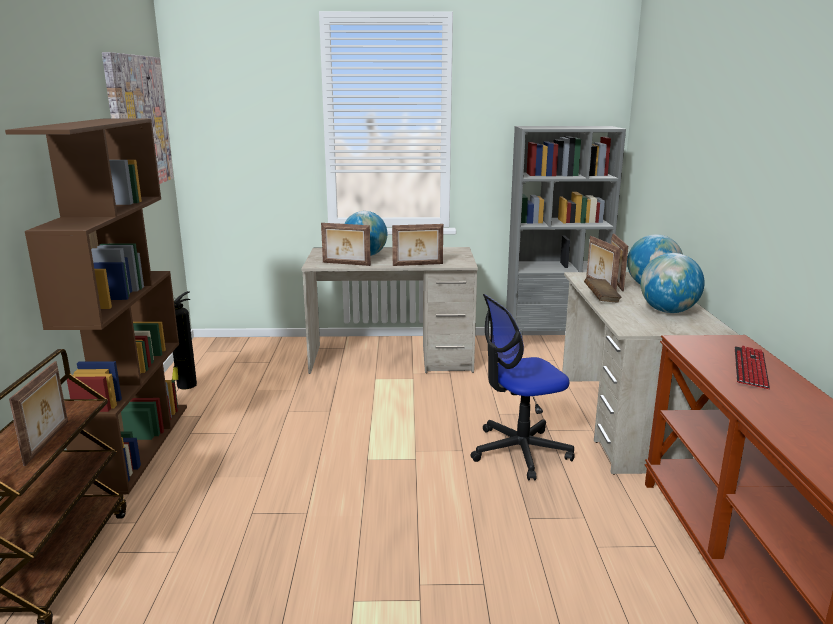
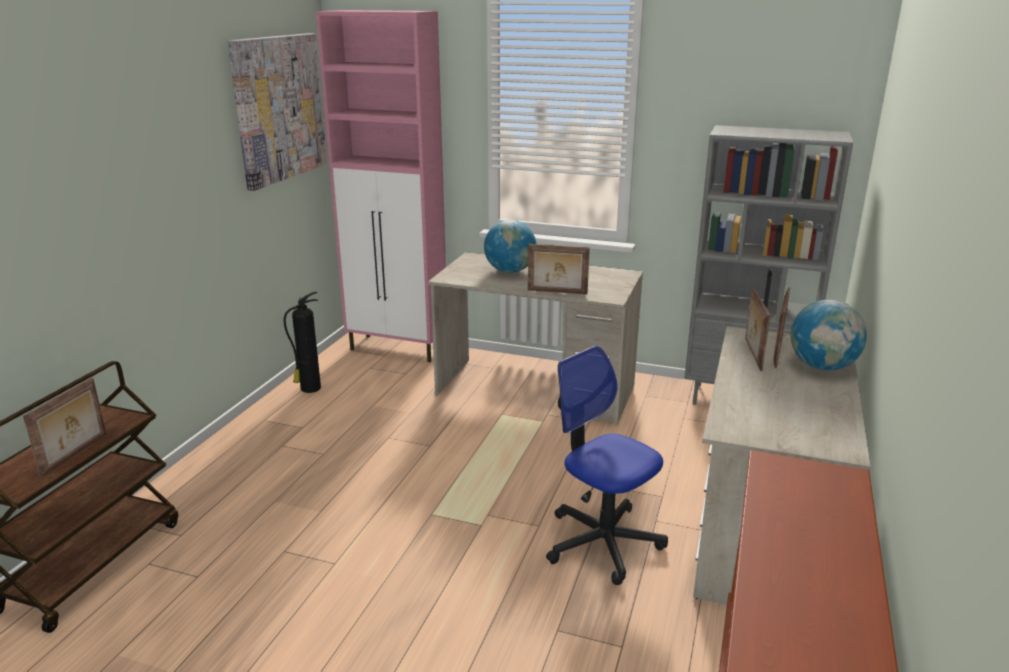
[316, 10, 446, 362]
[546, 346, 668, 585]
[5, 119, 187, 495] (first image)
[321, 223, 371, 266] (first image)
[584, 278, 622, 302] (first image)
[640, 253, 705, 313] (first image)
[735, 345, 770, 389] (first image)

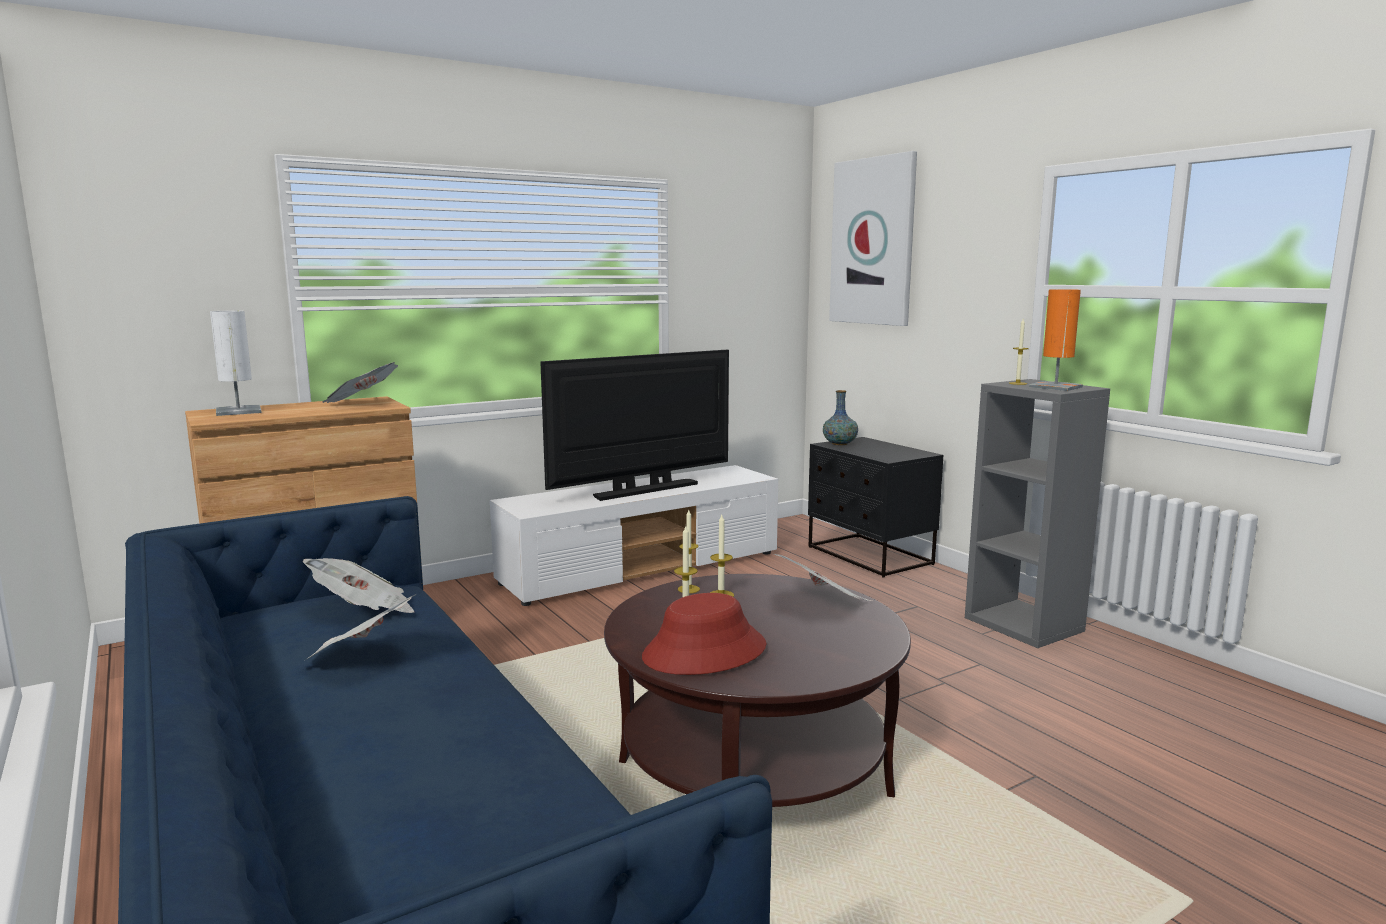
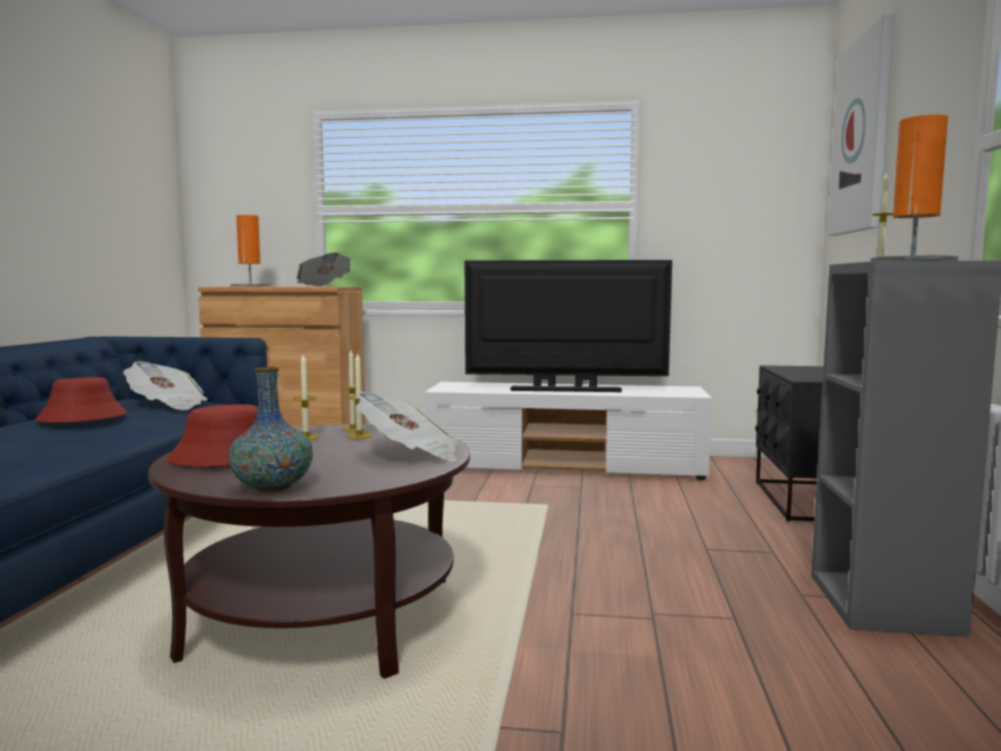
[35, 377, 127, 423]
[229, 367, 313, 492]
[230, 215, 270, 286]

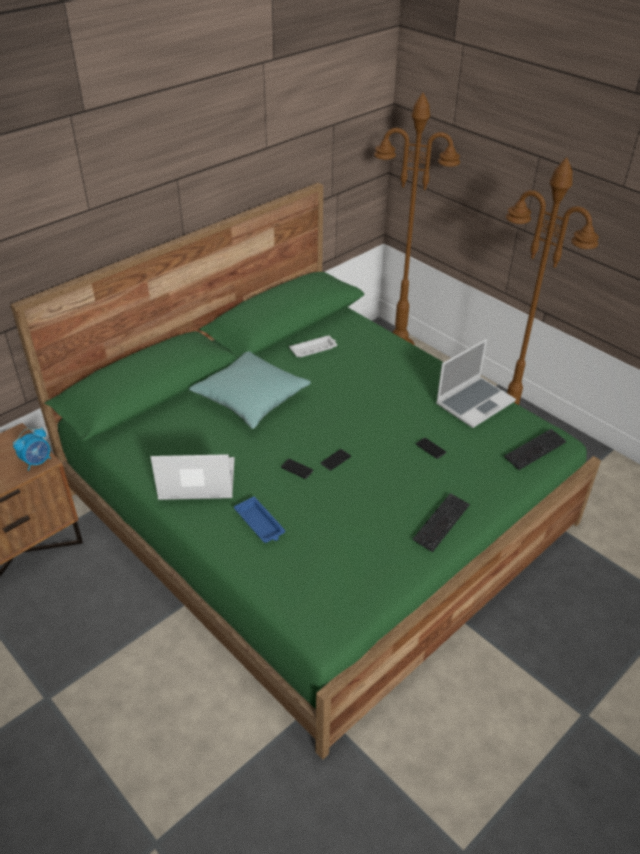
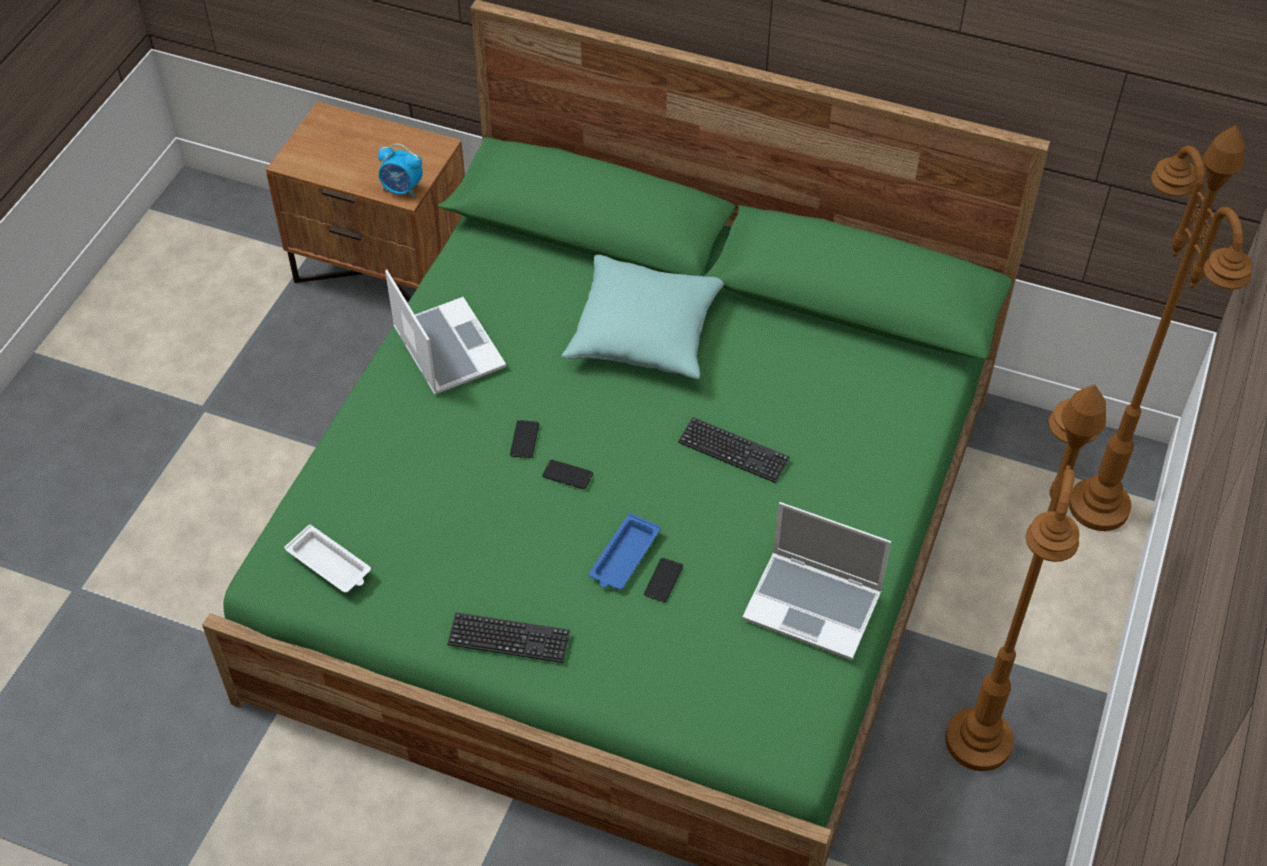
[284, 525, 371, 593]
[589, 513, 661, 590]
[678, 417, 790, 483]

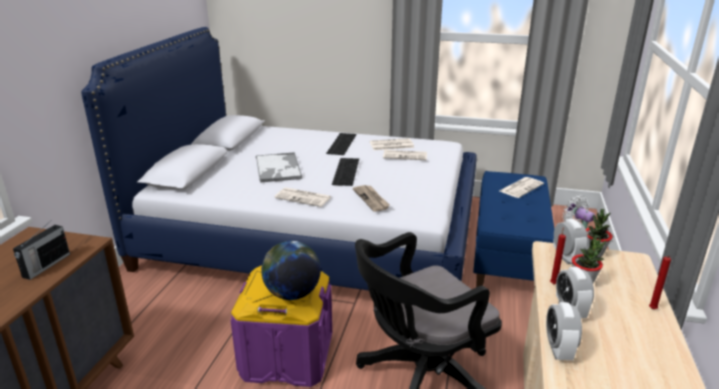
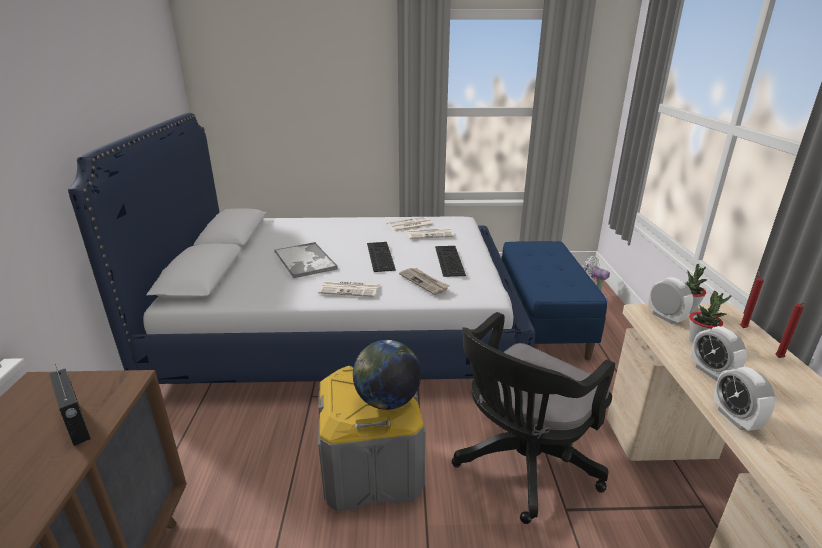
[49, 364, 91, 446]
[318, 366, 426, 511]
[435, 246, 466, 277]
[740, 271, 764, 328]
[500, 177, 544, 198] (first image)

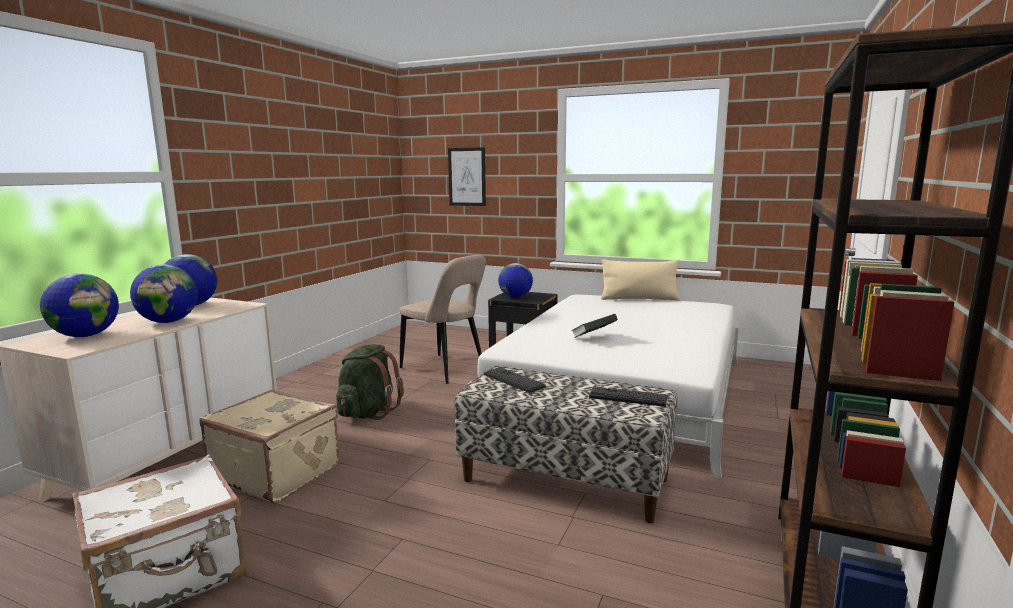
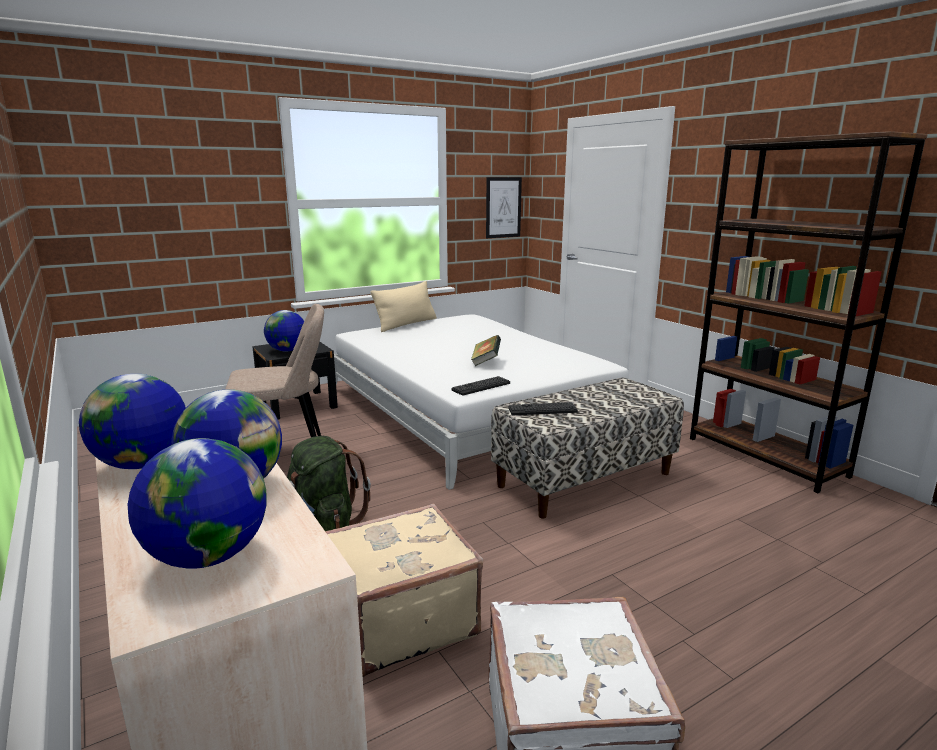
[452, 376, 510, 396]
[486, 177, 522, 238]

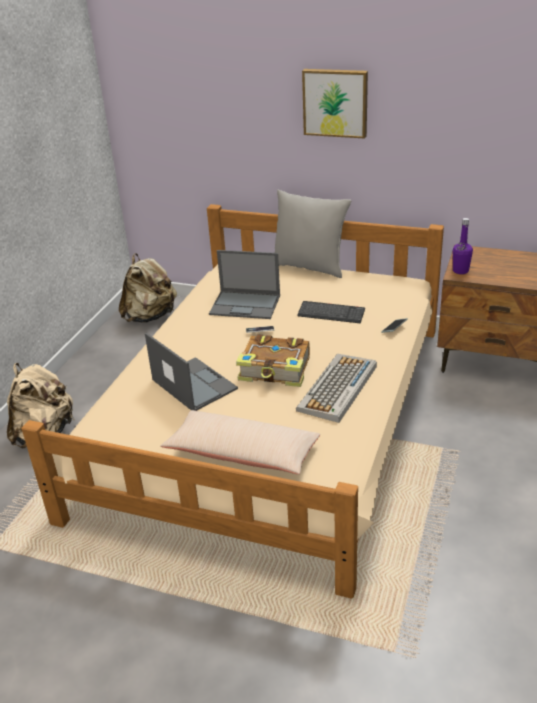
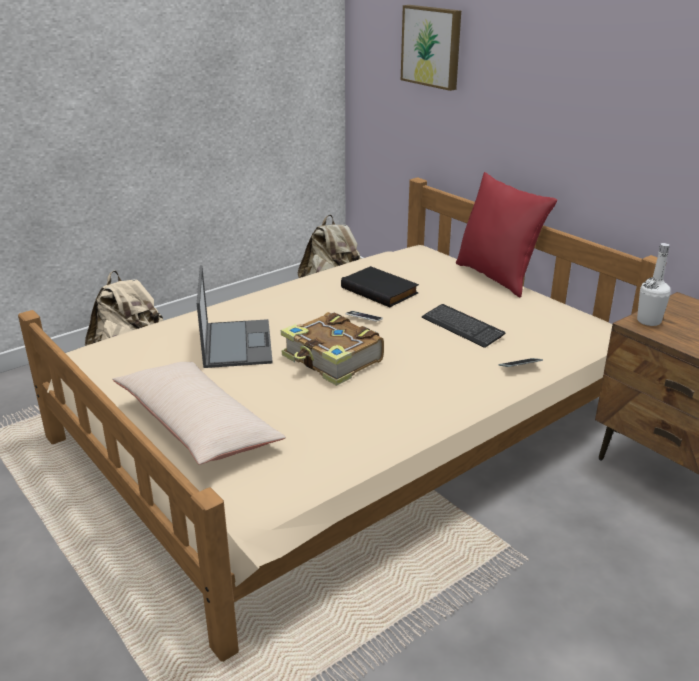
[341, 266, 419, 307]
[401, 5, 461, 91]
[456, 172, 557, 298]
[637, 243, 671, 326]
[296, 354, 377, 423] (first image)

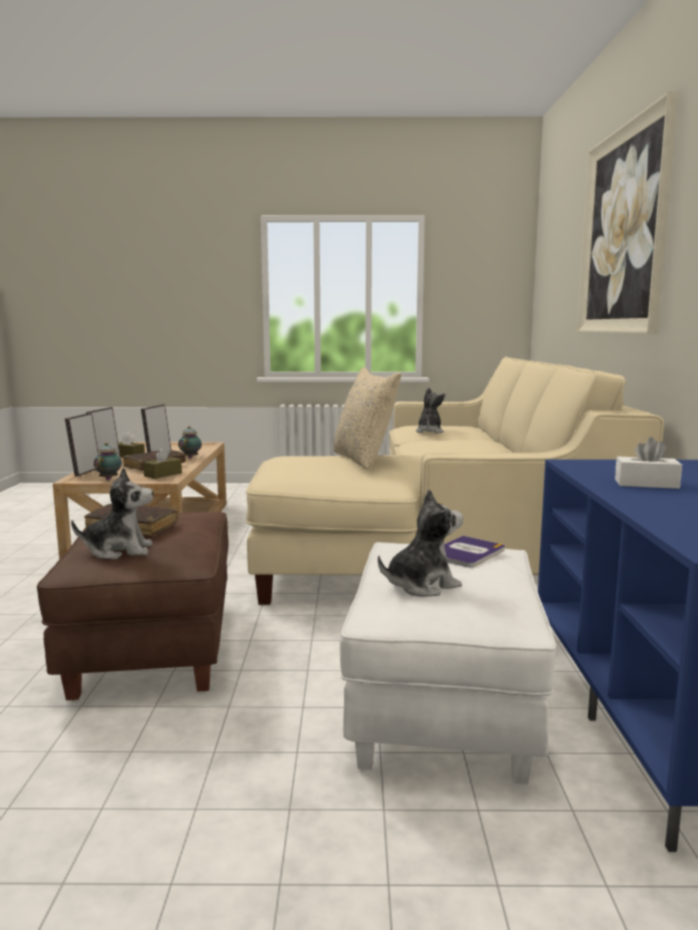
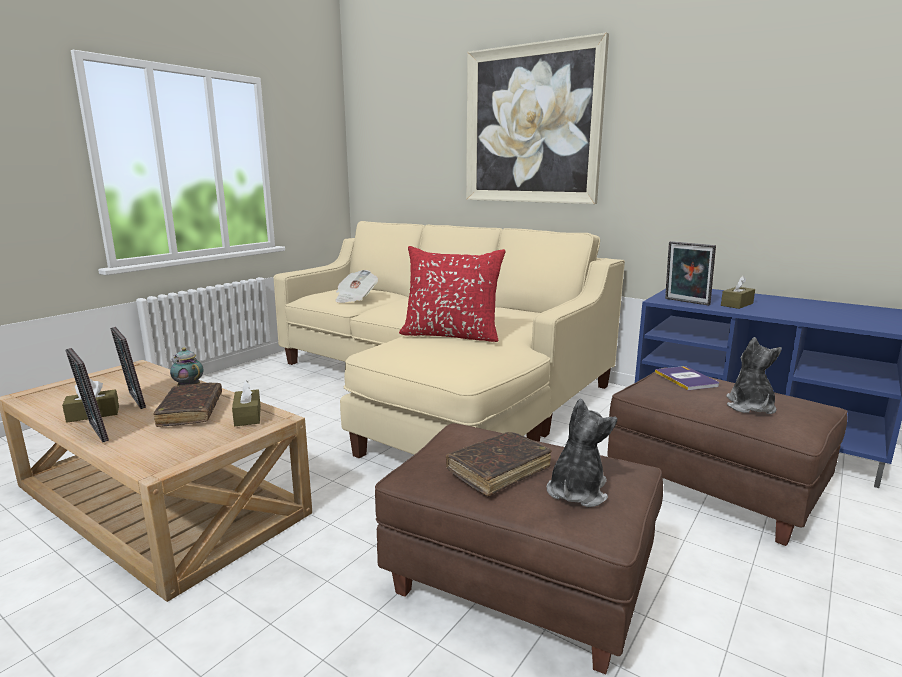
[335, 270, 378, 303]
[399, 246, 506, 342]
[608, 367, 848, 546]
[665, 241, 716, 306]
[721, 276, 755, 309]
[94, 442, 122, 480] (first image)

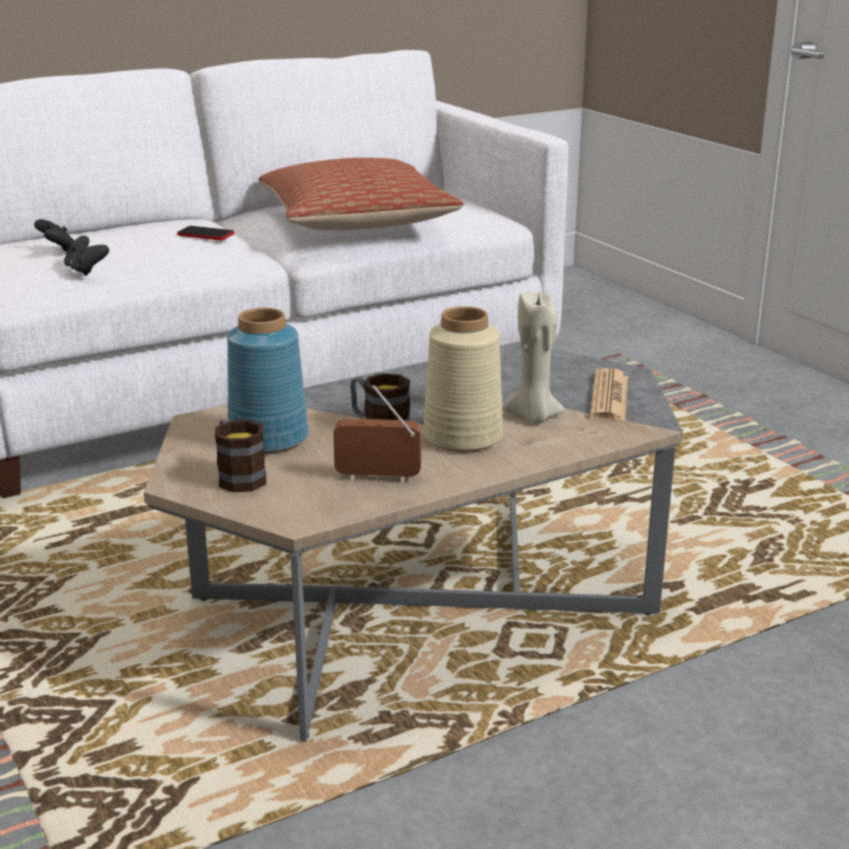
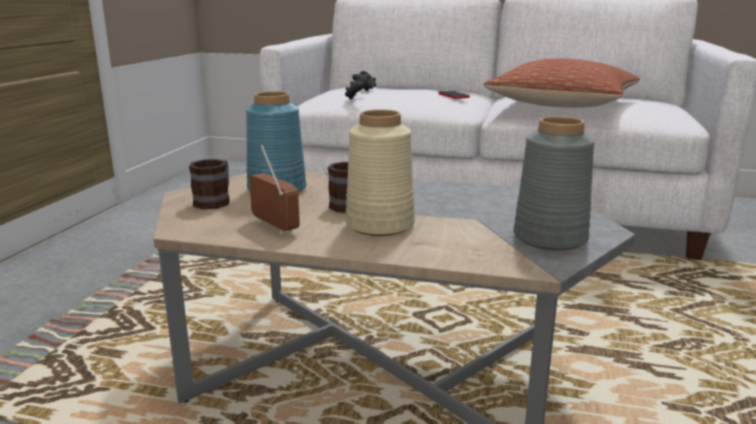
[513, 116, 594, 251]
[502, 292, 565, 423] (first image)

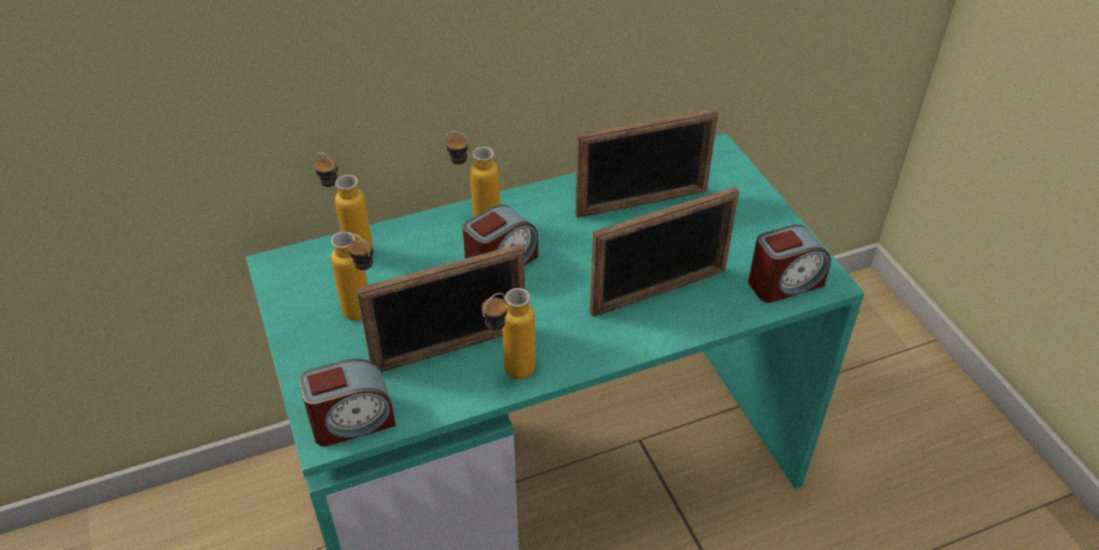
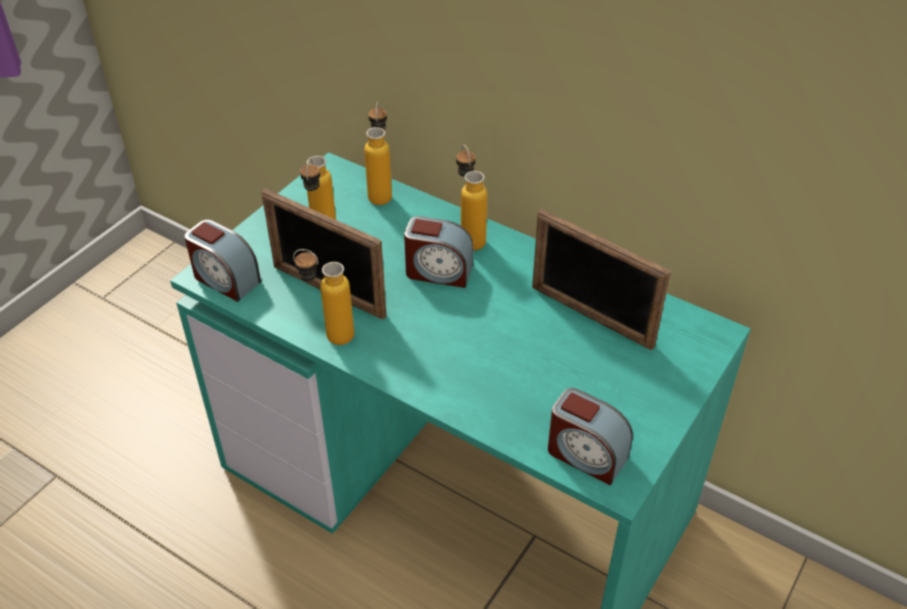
[590, 186, 739, 317] (first image)

